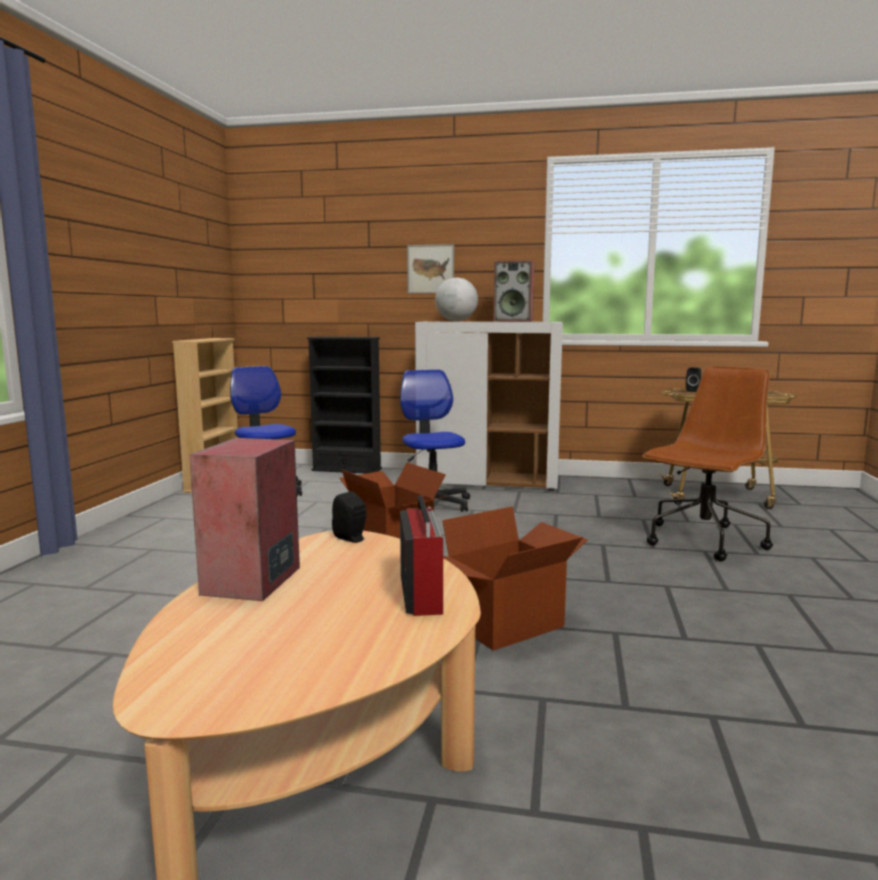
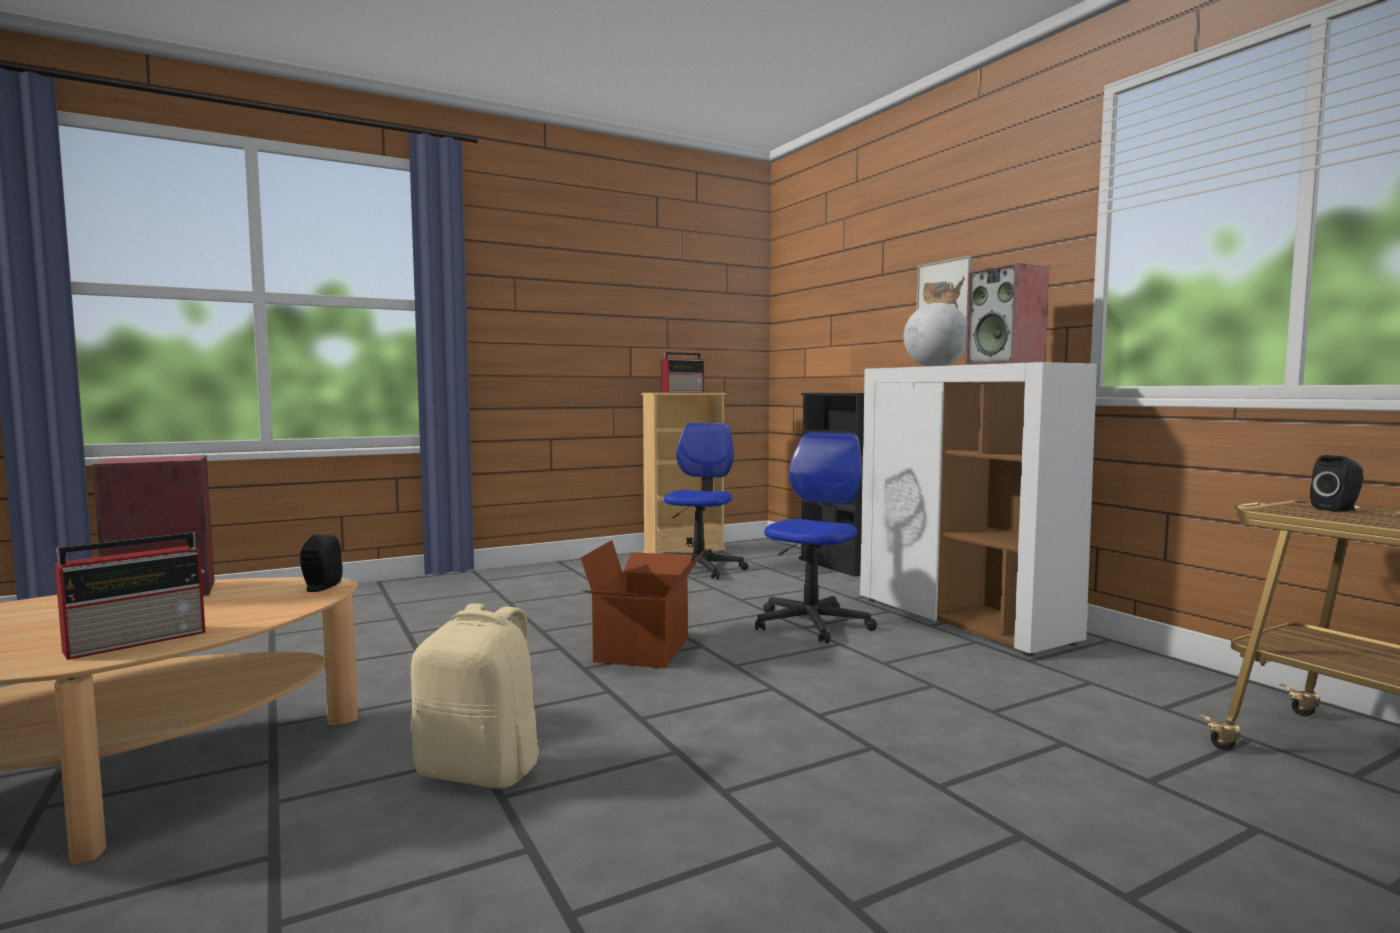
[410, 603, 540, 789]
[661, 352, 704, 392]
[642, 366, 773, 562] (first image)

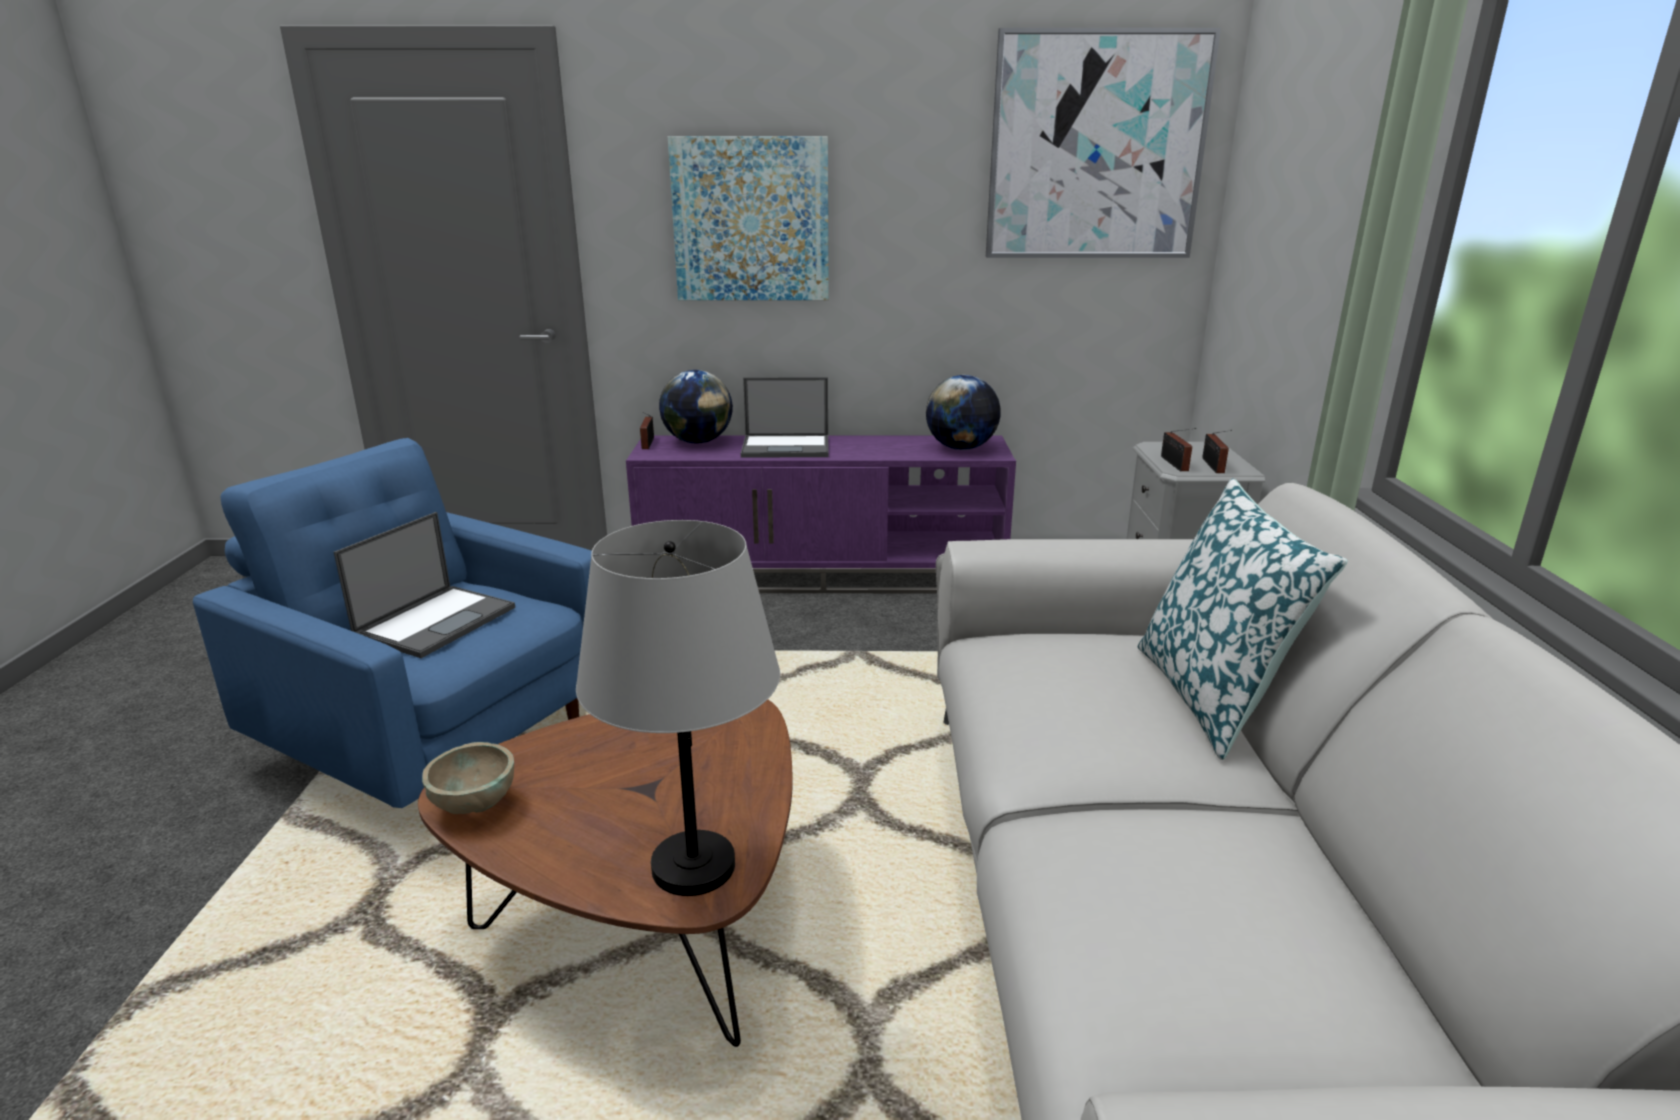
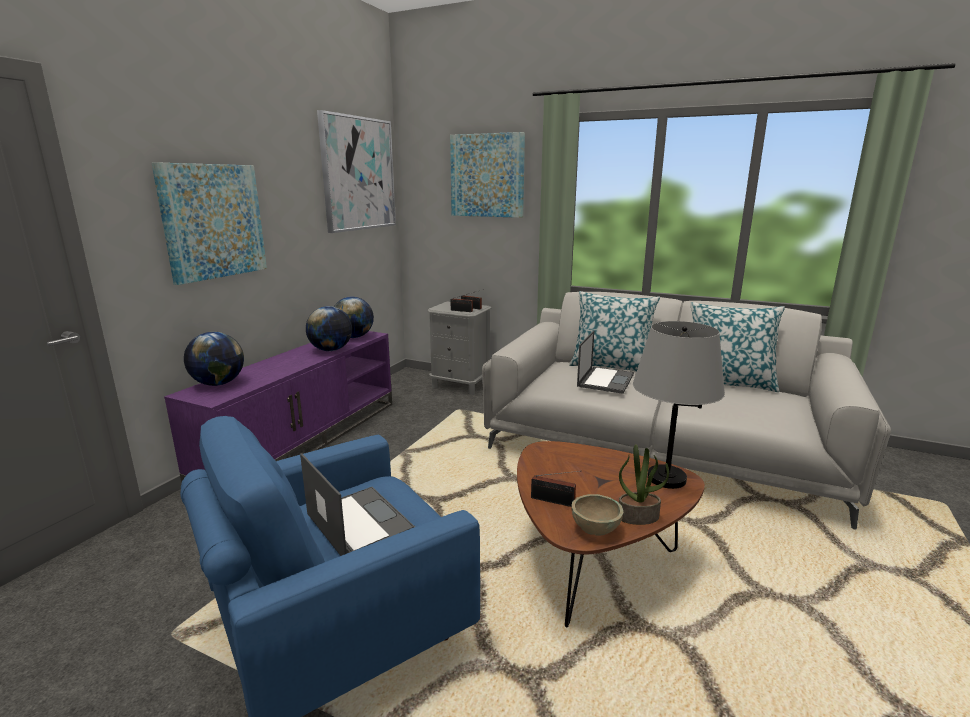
[306, 306, 352, 351]
[450, 132, 525, 218]
[531, 471, 581, 507]
[577, 330, 634, 394]
[619, 444, 669, 525]
[690, 302, 785, 392]

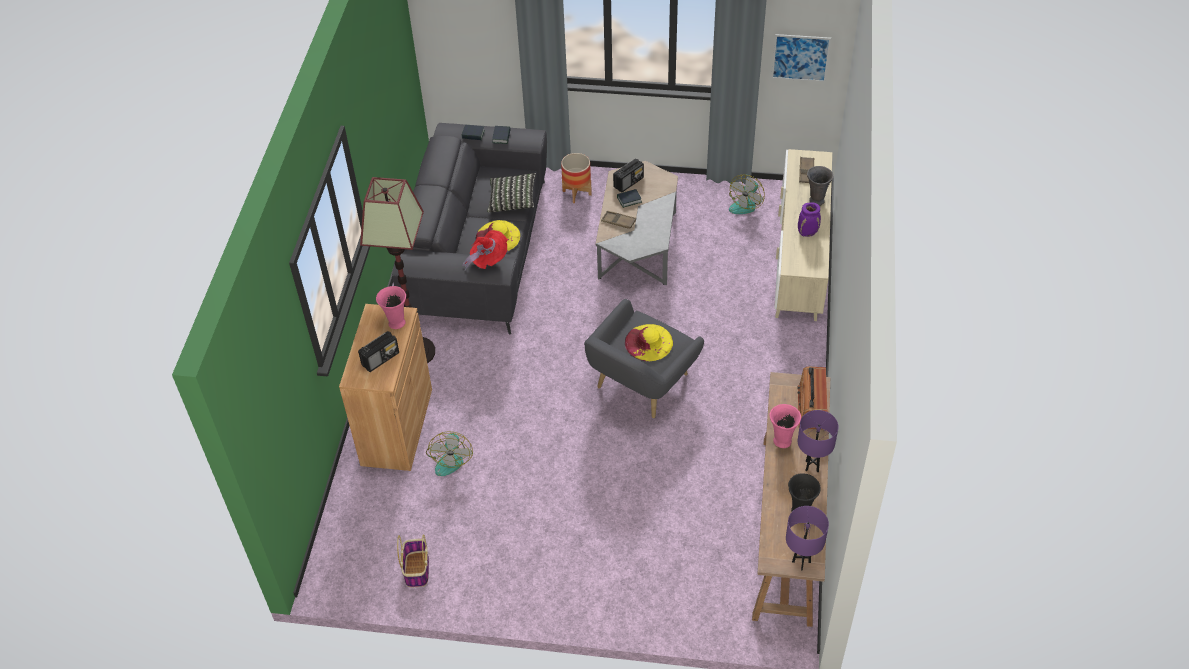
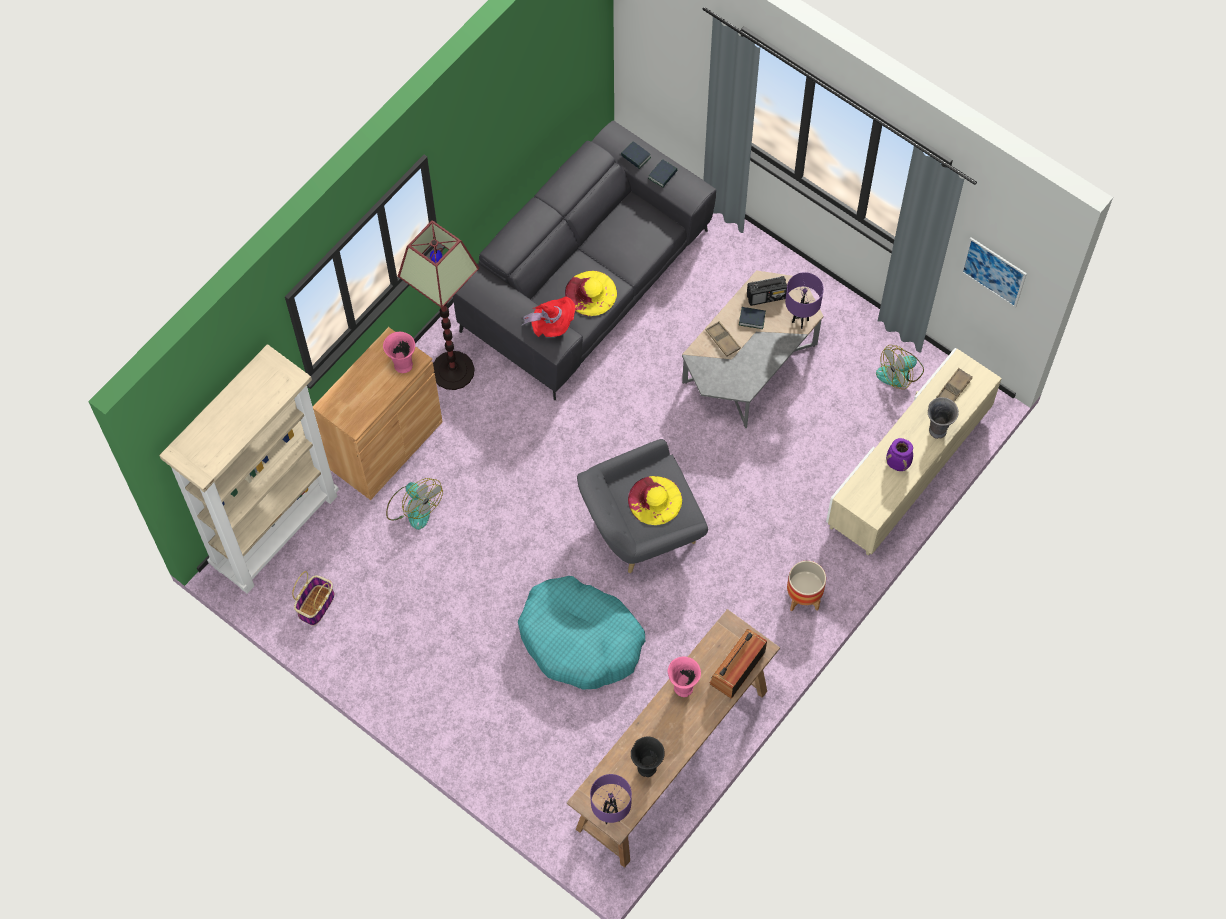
[159, 344, 339, 594]
[386, 478, 443, 530]
[518, 576, 645, 689]
[785, 272, 824, 329]
[787, 561, 826, 611]
[358, 331, 399, 372] (first image)
[487, 173, 536, 212] (first image)

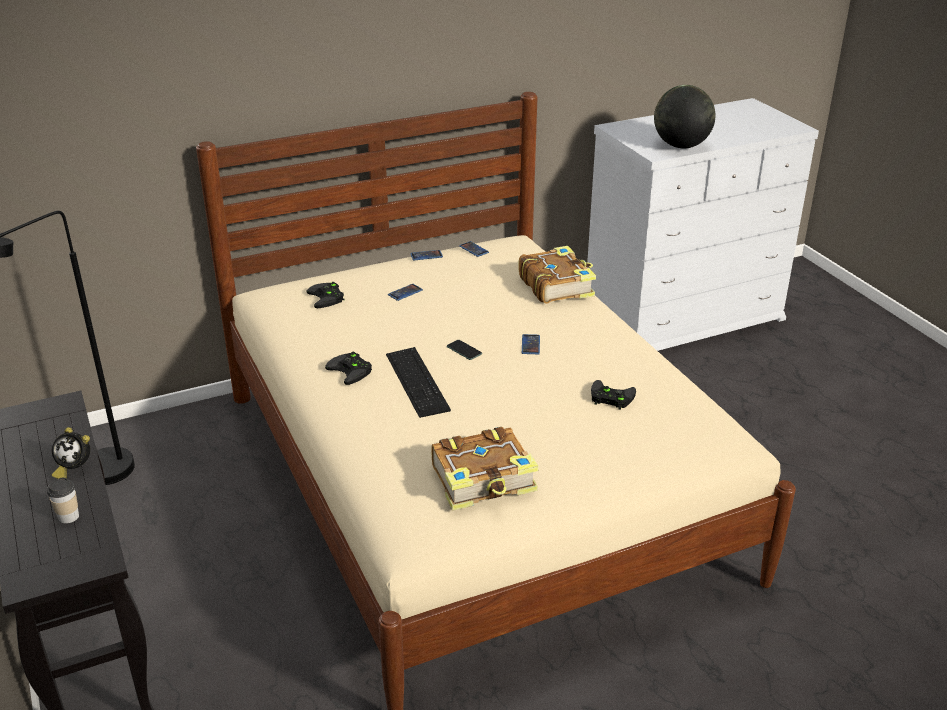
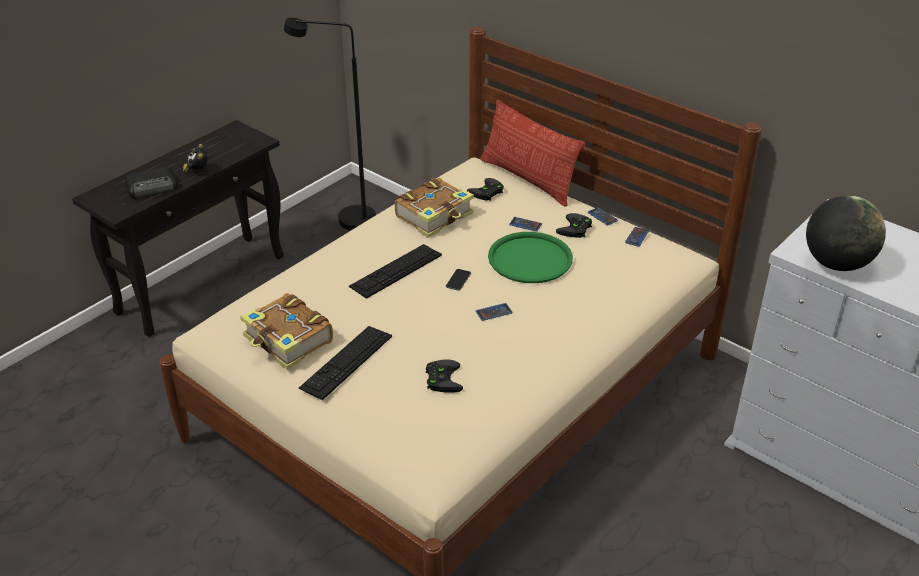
[125, 167, 178, 198]
[299, 326, 392, 400]
[395, 178, 474, 238]
[480, 100, 585, 206]
[488, 232, 573, 283]
[556, 213, 592, 238]

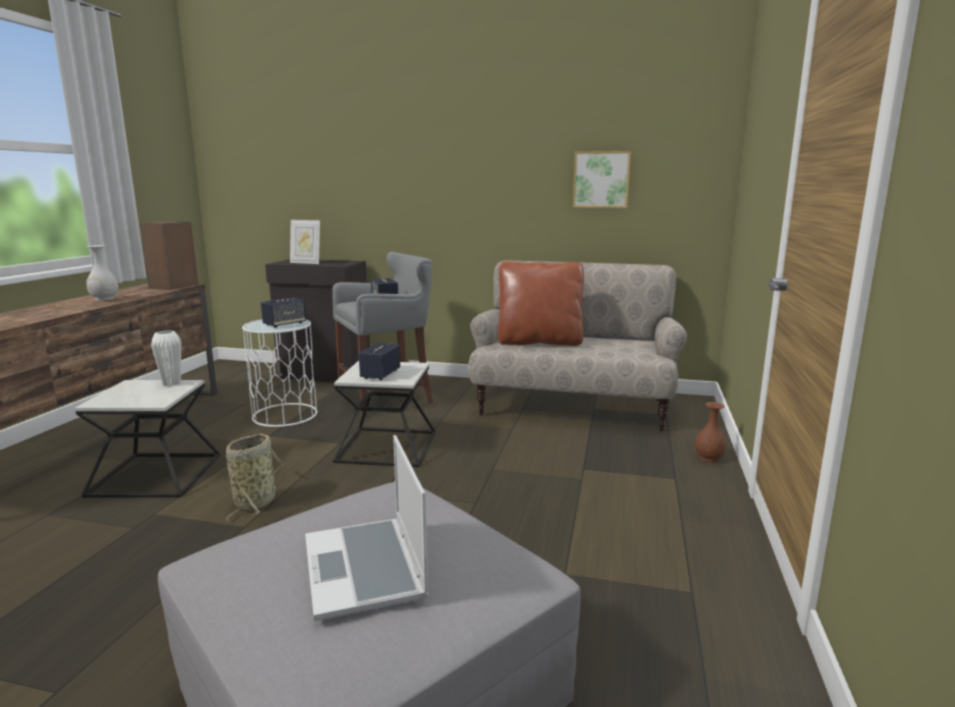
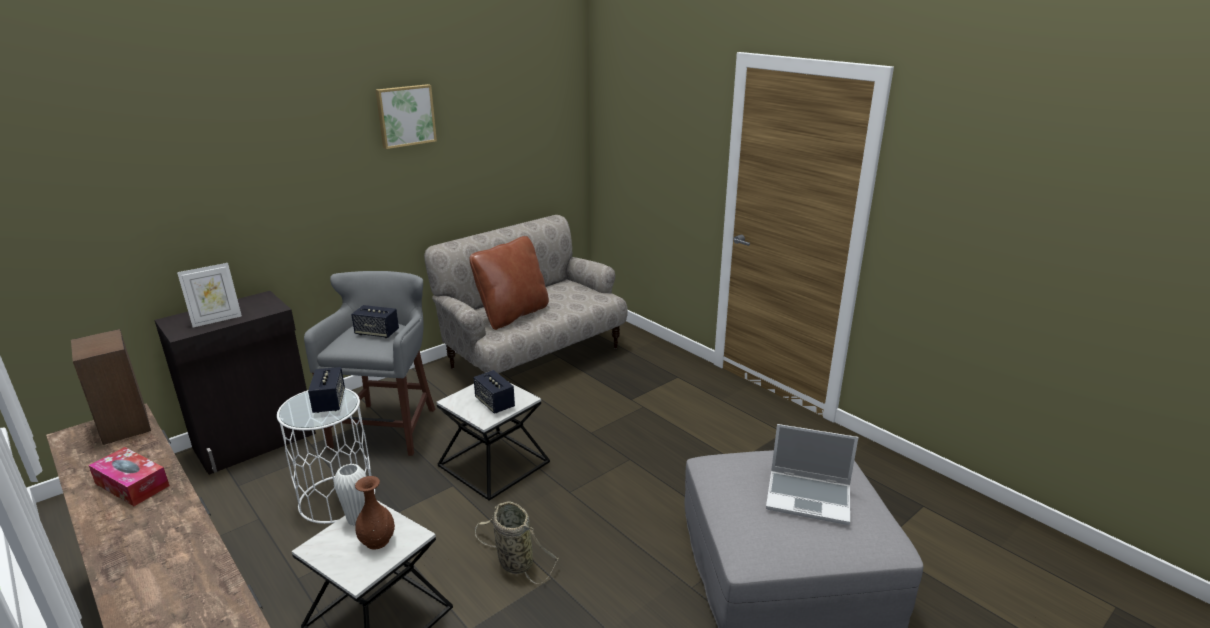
[88, 447, 170, 506]
[355, 476, 395, 549]
[376, 84, 437, 149]

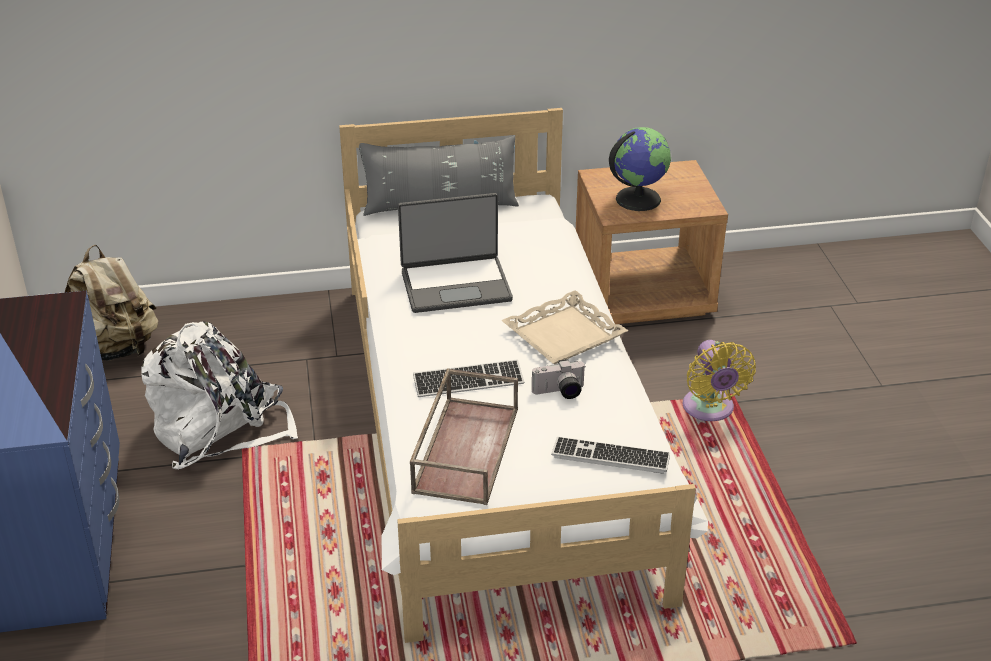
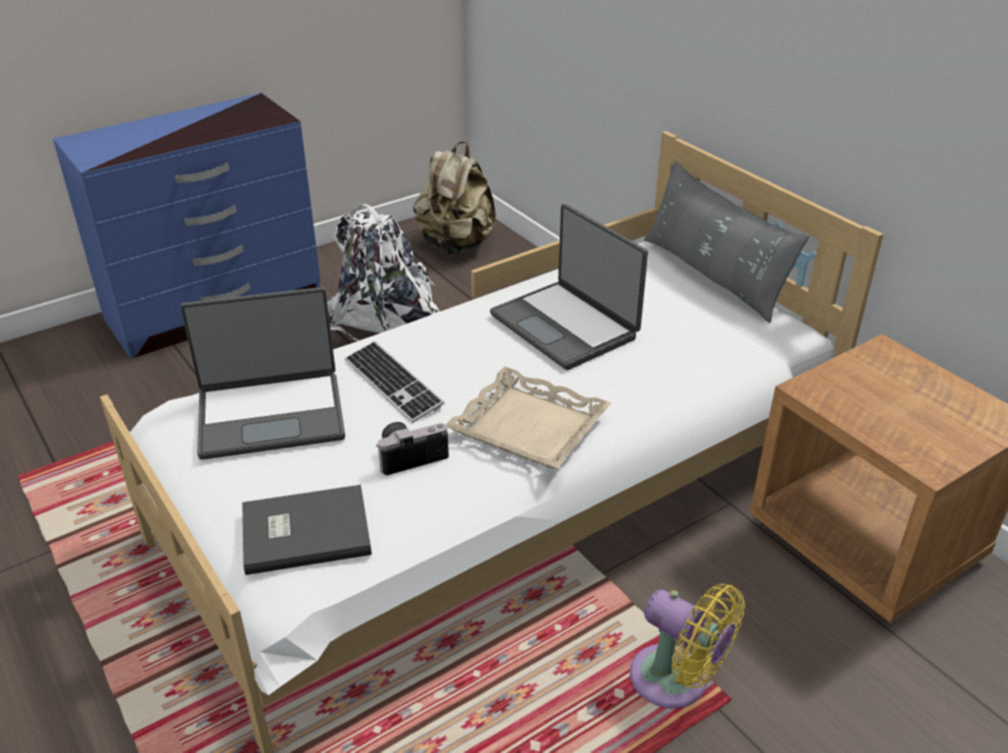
[181, 287, 345, 460]
[242, 485, 372, 575]
[377, 422, 449, 475]
[630, 584, 745, 709]
[609, 127, 671, 211] (first image)

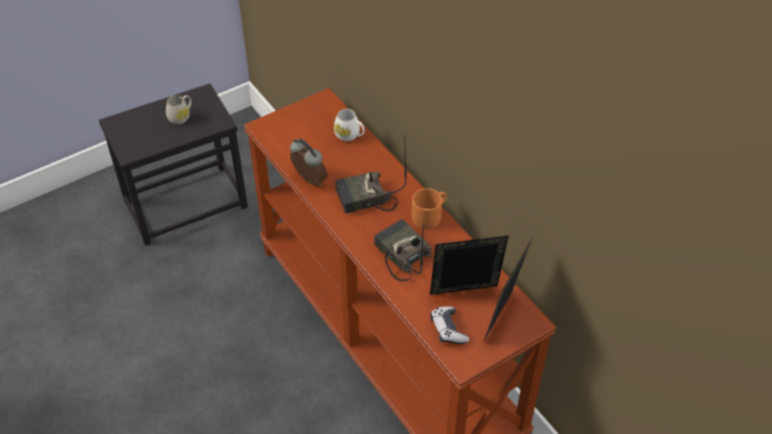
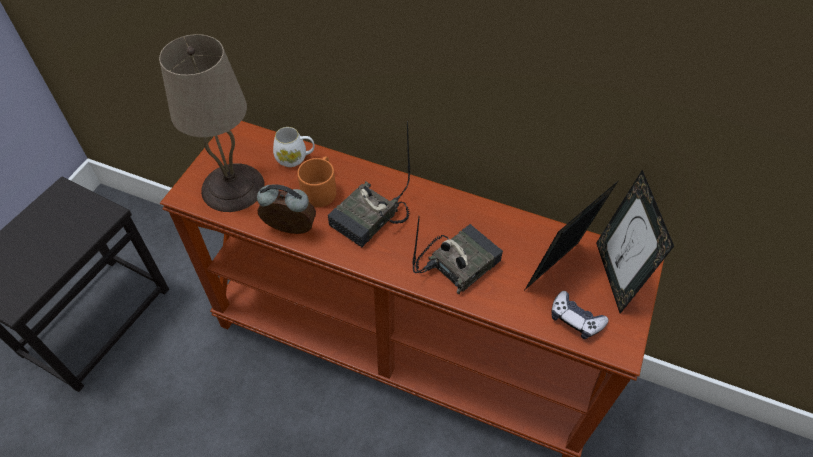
[159, 34, 265, 212]
[297, 156, 336, 207]
[412, 216, 503, 294]
[166, 95, 192, 124] (first image)

